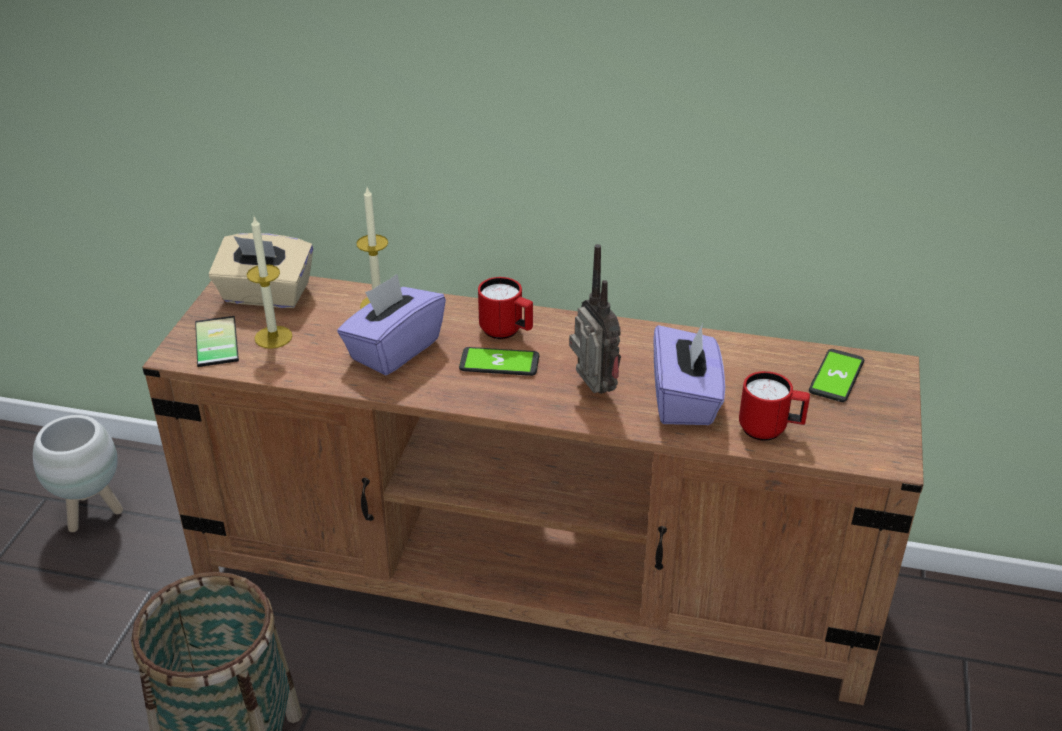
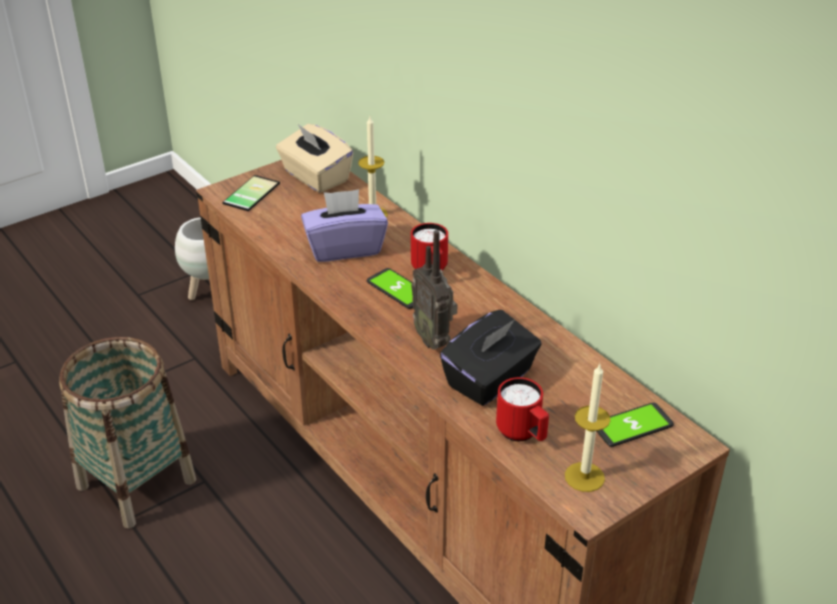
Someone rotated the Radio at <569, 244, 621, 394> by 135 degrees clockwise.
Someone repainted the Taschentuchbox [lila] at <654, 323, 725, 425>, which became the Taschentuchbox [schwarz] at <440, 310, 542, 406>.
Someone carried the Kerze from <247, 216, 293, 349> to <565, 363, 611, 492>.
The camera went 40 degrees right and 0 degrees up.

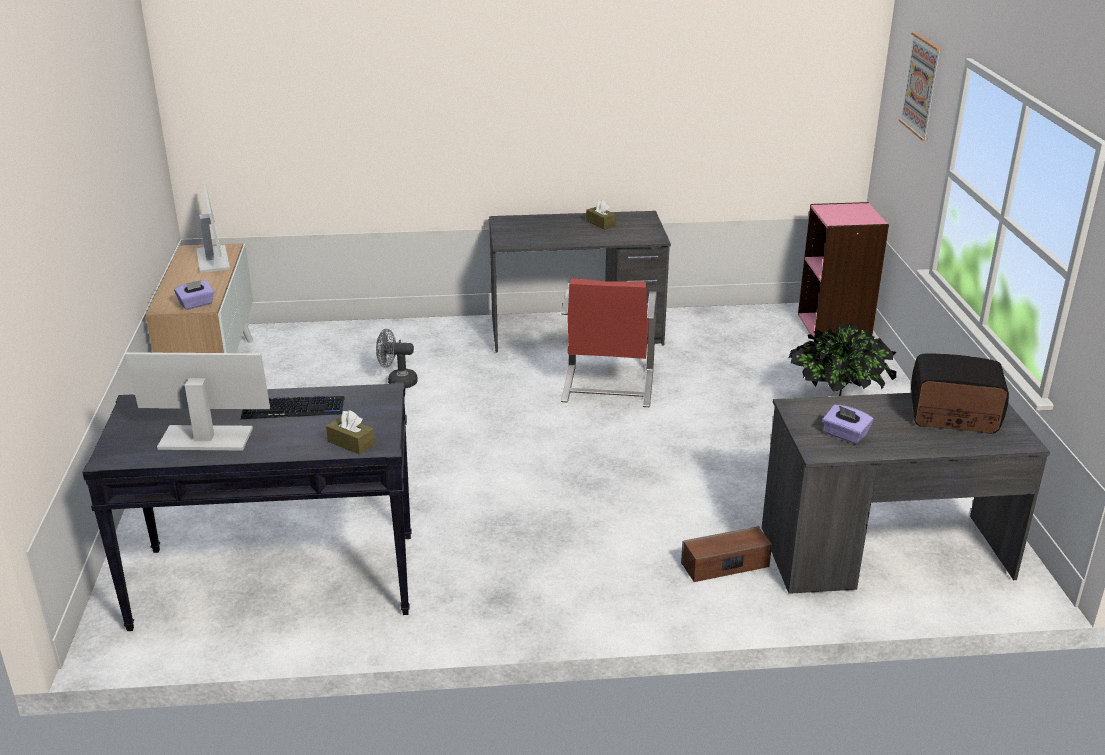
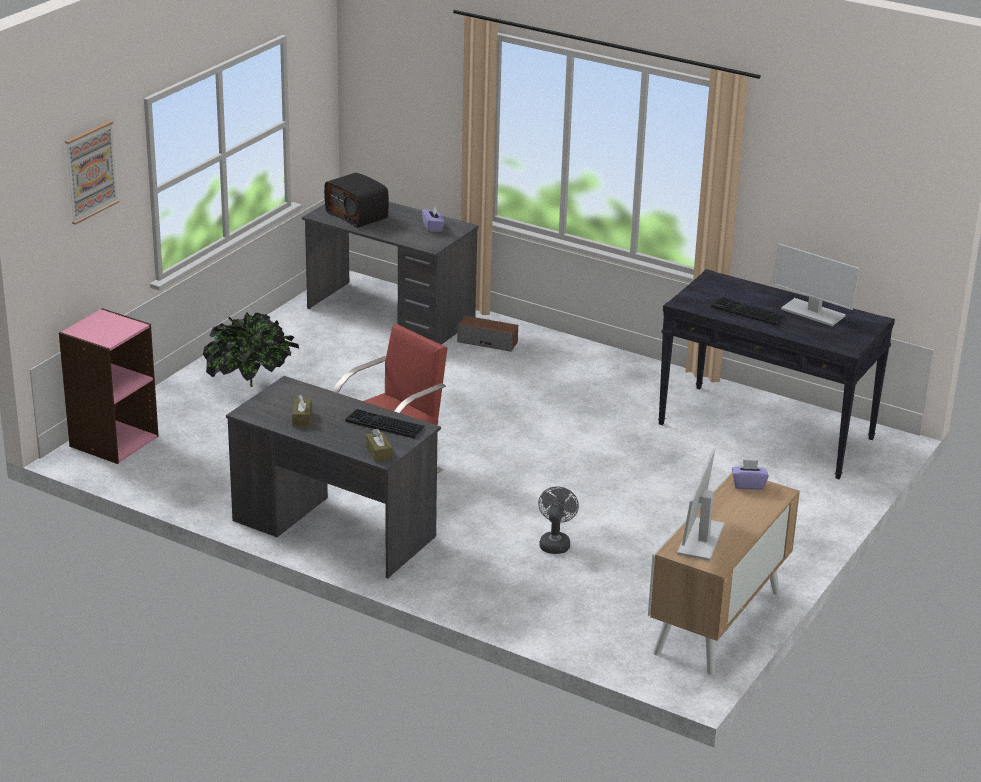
Someone put down the Tastatur at <345, 409, 425, 439>.
Someone carried the Taschentuchbox [braun] from <326, 410, 375, 455> to <366, 429, 393, 463>.
Someone rotated the Ventilator [grau] at <376, 329, 418, 388> by 120 degrees counterclockwise.
The camera went 145 degrees left and 0 degrees up.

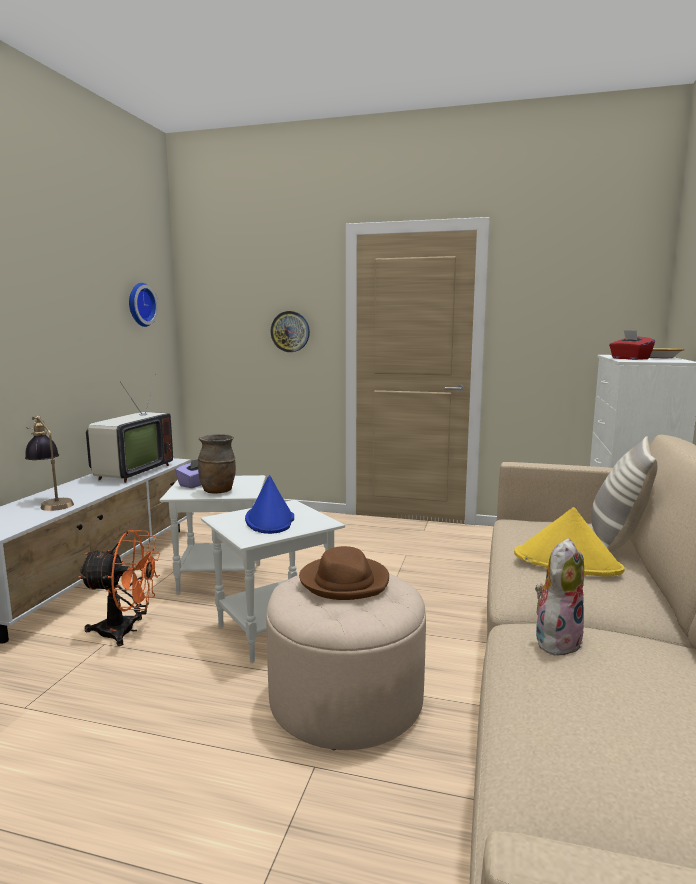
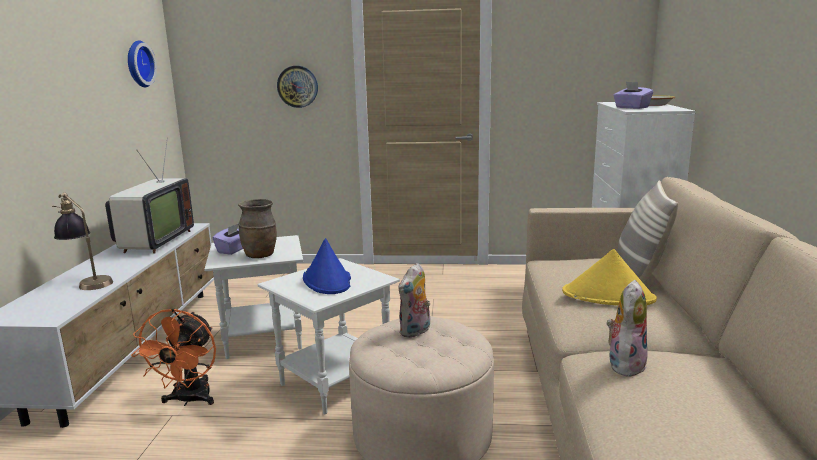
Someone rotated the Ventilator [orange] at <78, 530, 160, 646> by 105 degrees clockwise.
Someone swapped the Hut [braun] at <299, 546, 389, 600> for the Plüschtier at <399, 263, 430, 338>.
Someone repainted the Taschentuchbox [rot] at <609, 330, 655, 360>, which became the Taschentuchbox [lila] at <613, 82, 653, 109>.
The camera went 10 degrees left and 5 degrees up.

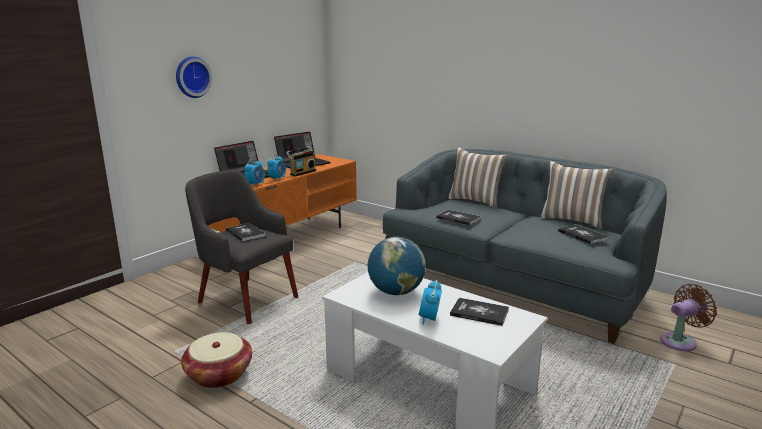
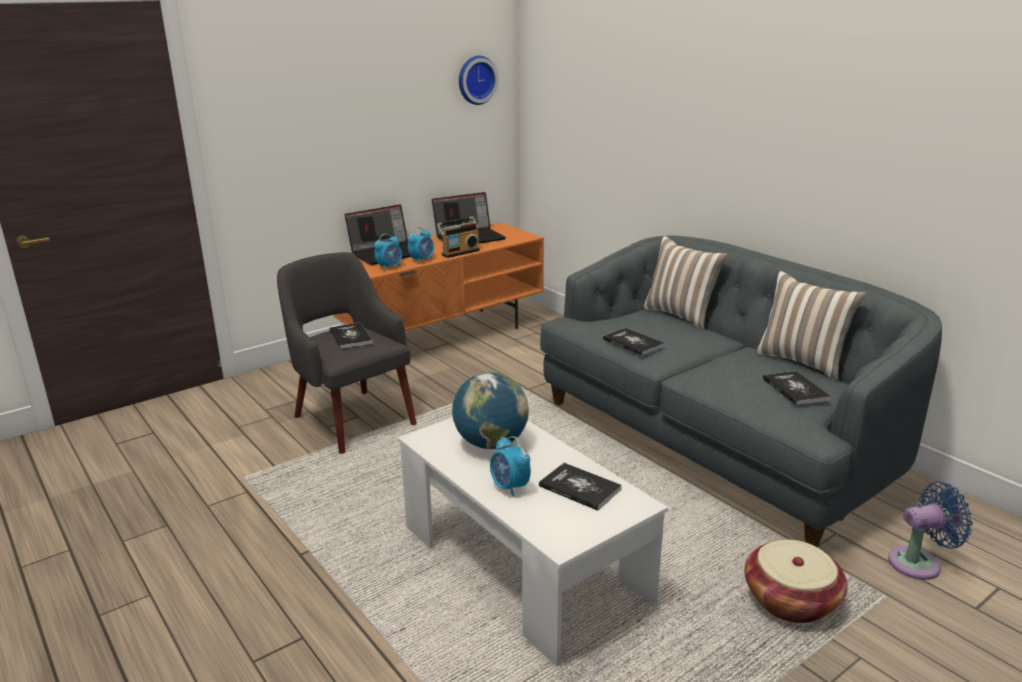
Someone carried the Wanduhr from <176, 56, 212, 98> to <459, 56, 498, 105>.
Someone rotated the Wecker at <419, 280, 442, 325> by 60 degrees counterclockwise.
Someone carried the Korb from <181, 332, 252, 388> to <745, 540, 848, 623>.
Someone repainted the Ventilator [braun] at <660, 284, 717, 351>, which became the Ventilator [blau] at <888, 482, 973, 580>.
The camera went 15 degrees right and 5 degrees up.

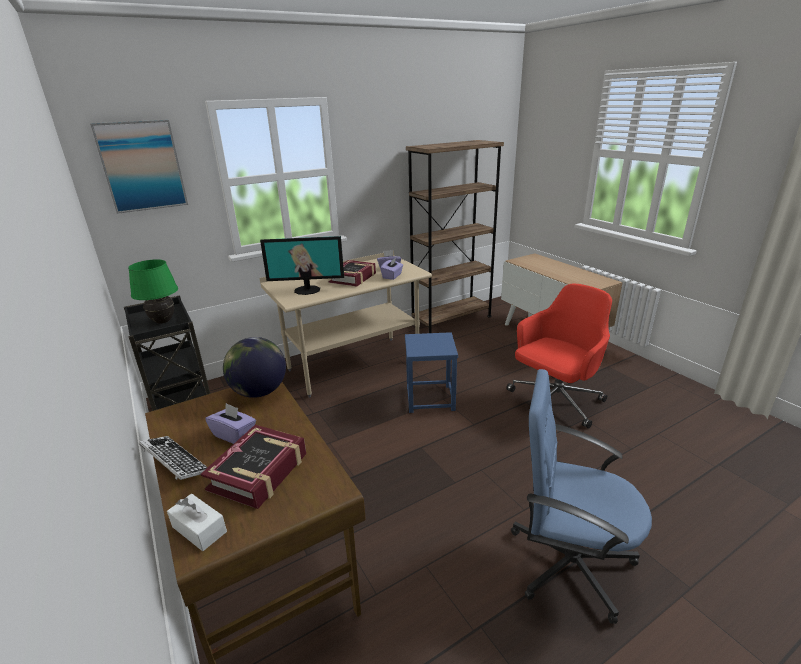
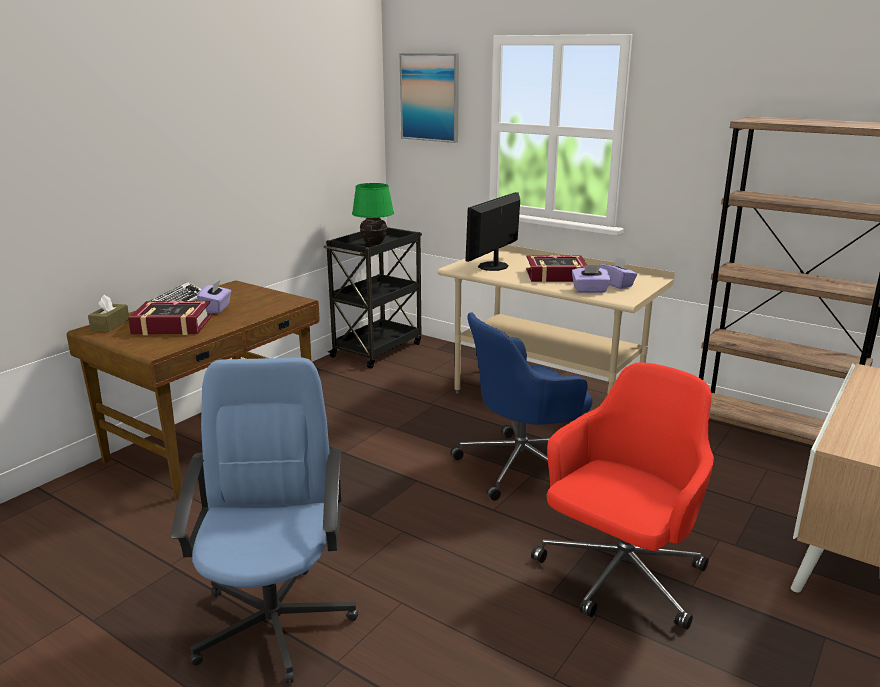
Someone repainted the Taschentuchbox [weiß] at <167, 494, 227, 551>, which became the Taschentuchbox [braun] at <88, 294, 129, 332>.
Someone swapped the Hocker [blau] at <405, 332, 458, 413> for the Bürostuhl [blau] at <450, 312, 593, 501>.
Someone rotated the Monitor at <260, 236, 344, 295> by 60 degrees clockwise.
Someone rotated the Bürostuhl [rot] at <506, 284, 612, 429> by 75 degrees counterclockwise.
Someone took away the Globus at <223, 337, 286, 398>.
The camera went 65 degrees right and 5 degrees down.

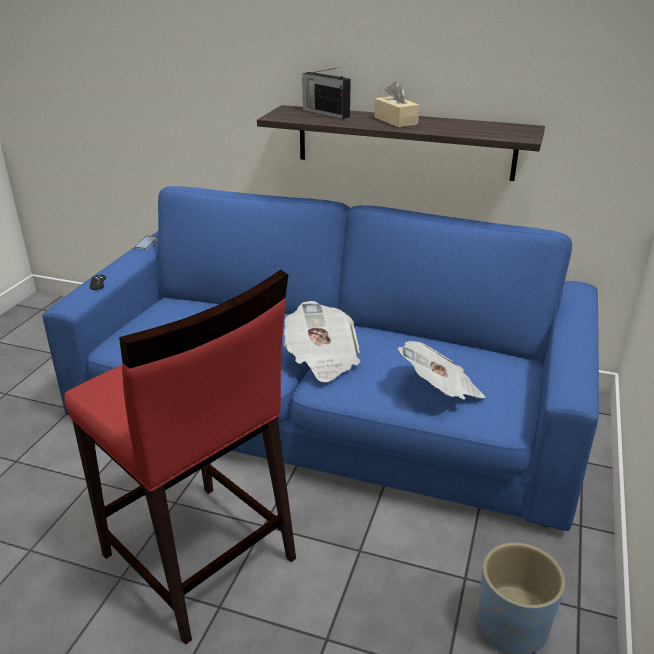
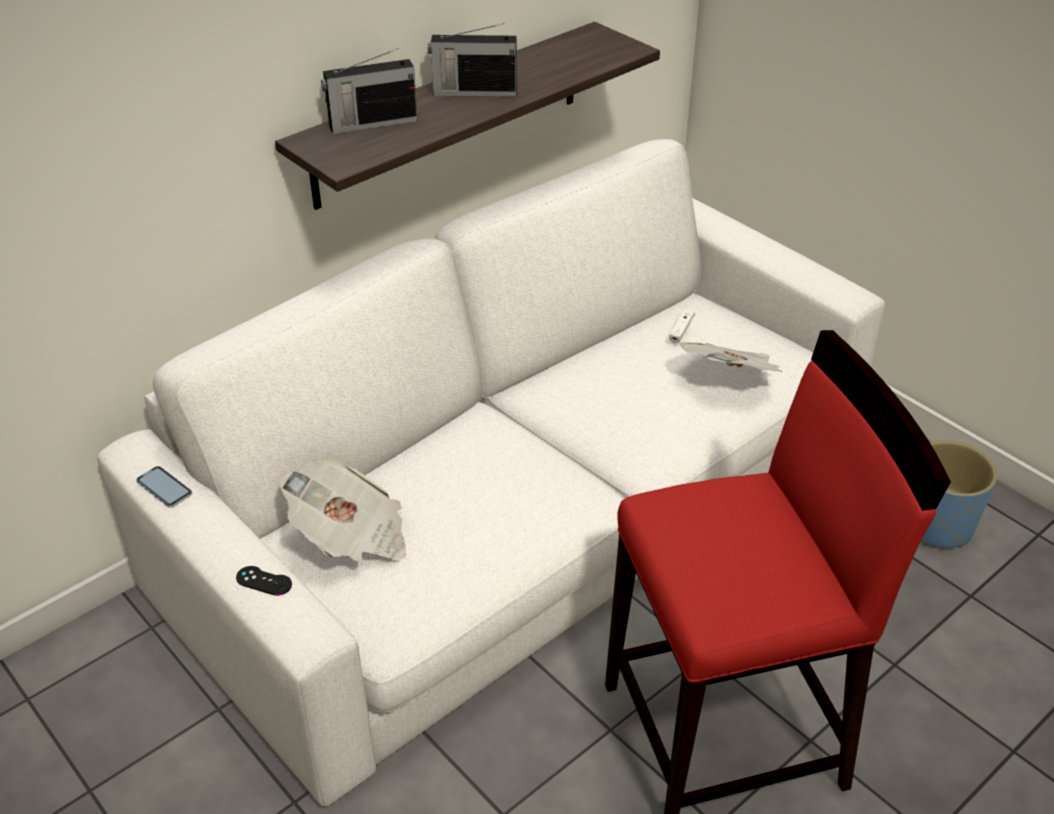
Someone repainted the Sofa [blau] at <42, 186, 599, 531>, which became the Sofa [weiß] at <97, 139, 885, 807>.
Someone carried the Zeitung from <284, 301, 360, 383> to <280, 459, 406, 562>.
Someone swapped the Taschentuchbox [beige] at <375, 82, 419, 128> for the Radio at <428, 23, 517, 97>.
Someone put down the Gamepad [weiß] at <669, 309, 695, 343>.
The camera went 60 degrees left and 10 degrees up.

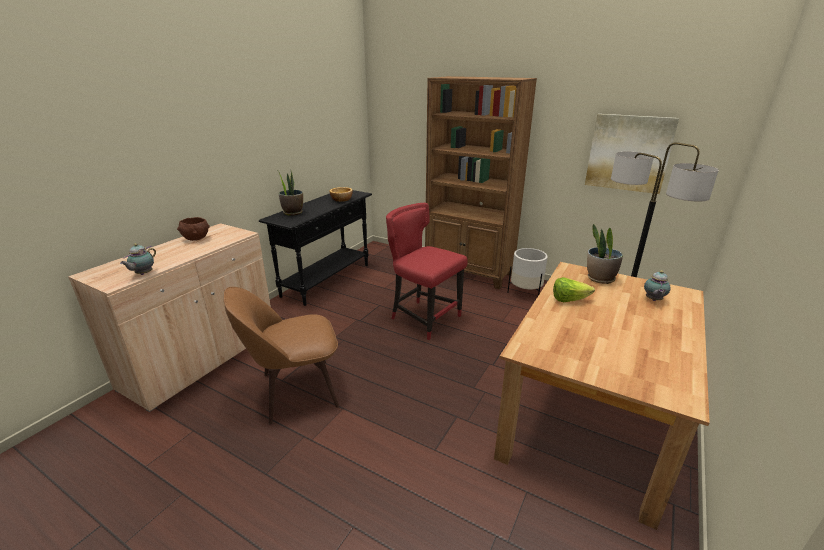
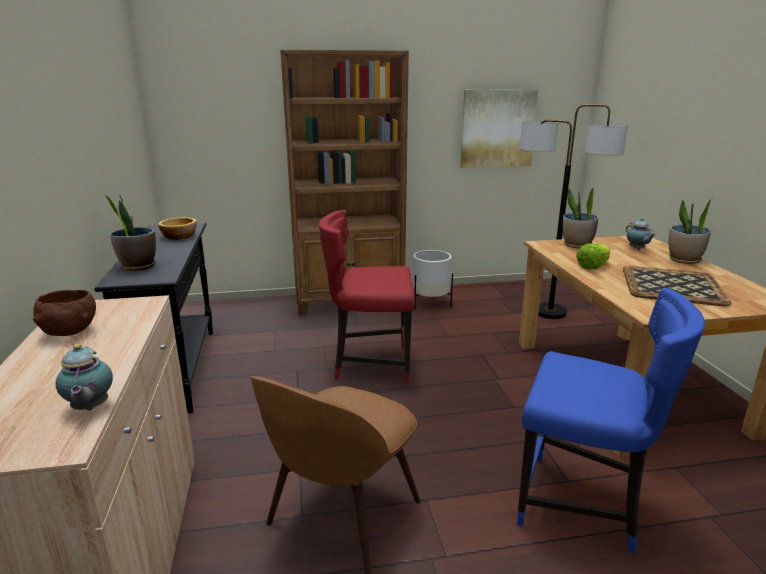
Someone put down the Stuhl [blau] at <517, 288, 705, 554>.
Someone put down the Tablett at <623, 266, 731, 306>.
Someone put down the Topfpflanze at <668, 197, 713, 264>.
The camera went 40 degrees left and 5 degrees down.

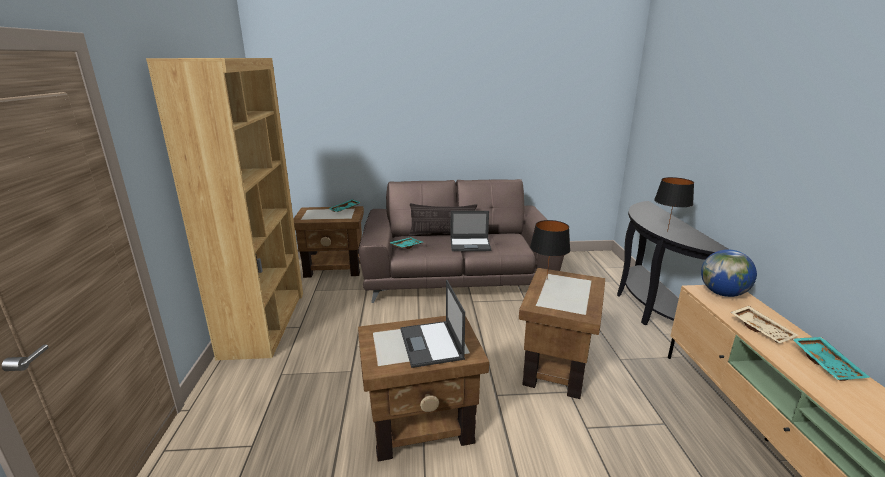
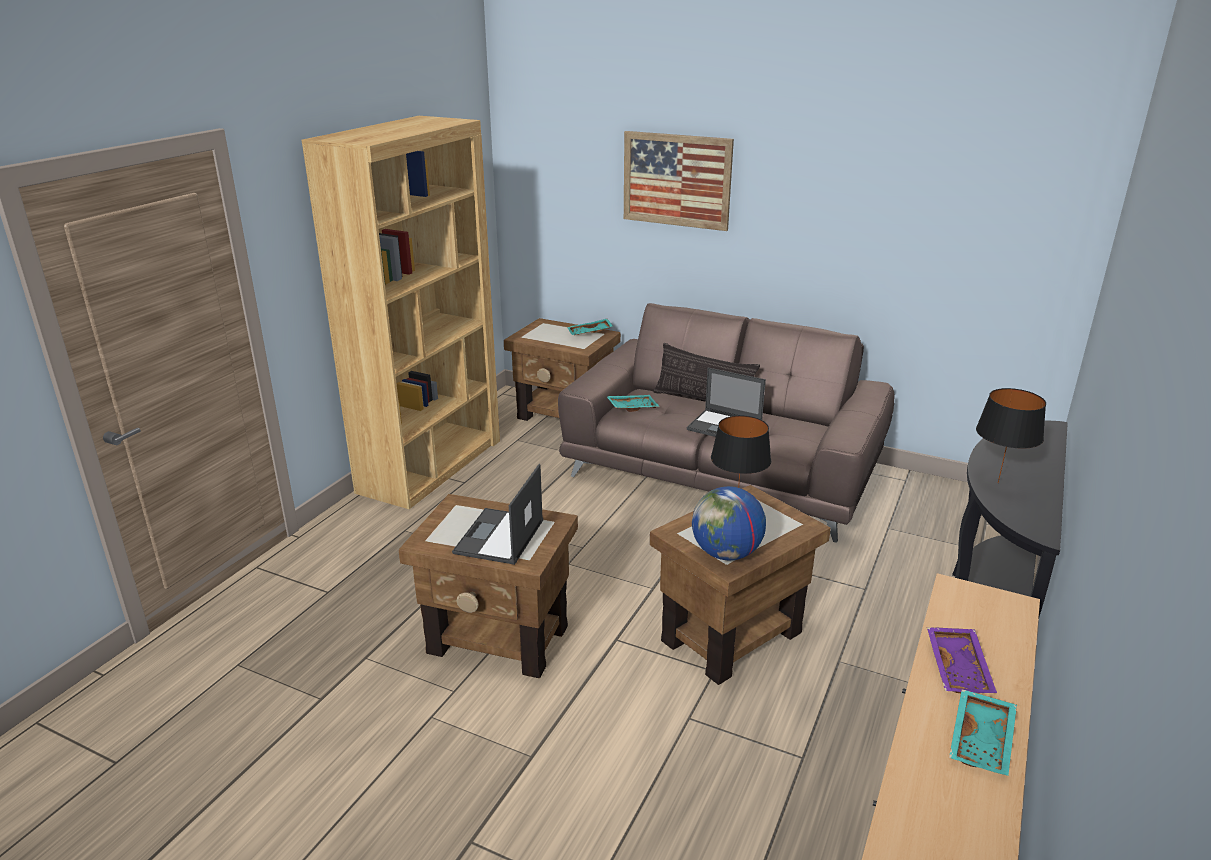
Someone put up the Bild at <624, 131, 734, 231>.
Someone carried the Globus from <701, 249, 757, 297> to <692, 486, 766, 560>.
Someone repainted the Tablett [beige] at <730, 306, 798, 344>, which became the Tablett [lila] at <927, 627, 997, 693>.
The camera went 30 degrees right and 5 degrees up.

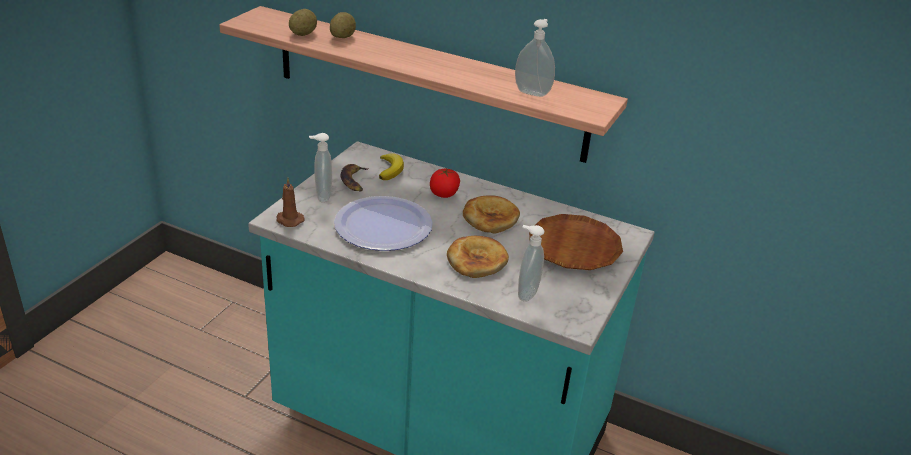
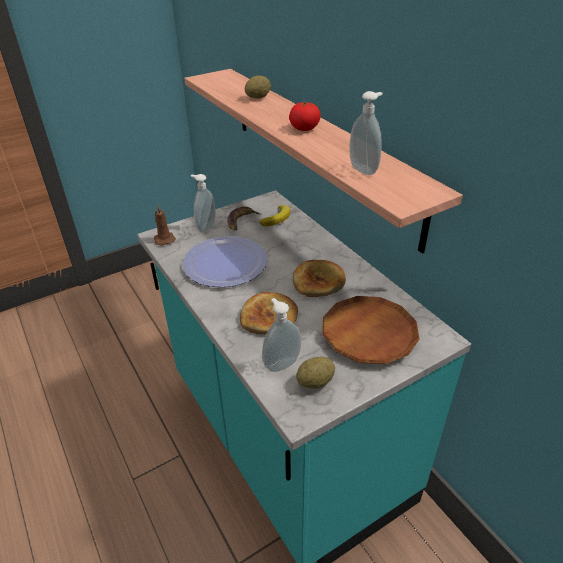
Someone carried the Tomate from <430, 168, 460, 198> to <289, 101, 321, 131>.
Someone carried the Kartoffel from <289, 9, 317, 36> to <296, 357, 335, 389>.
The camera went 35 degrees right and 5 degrees up.

